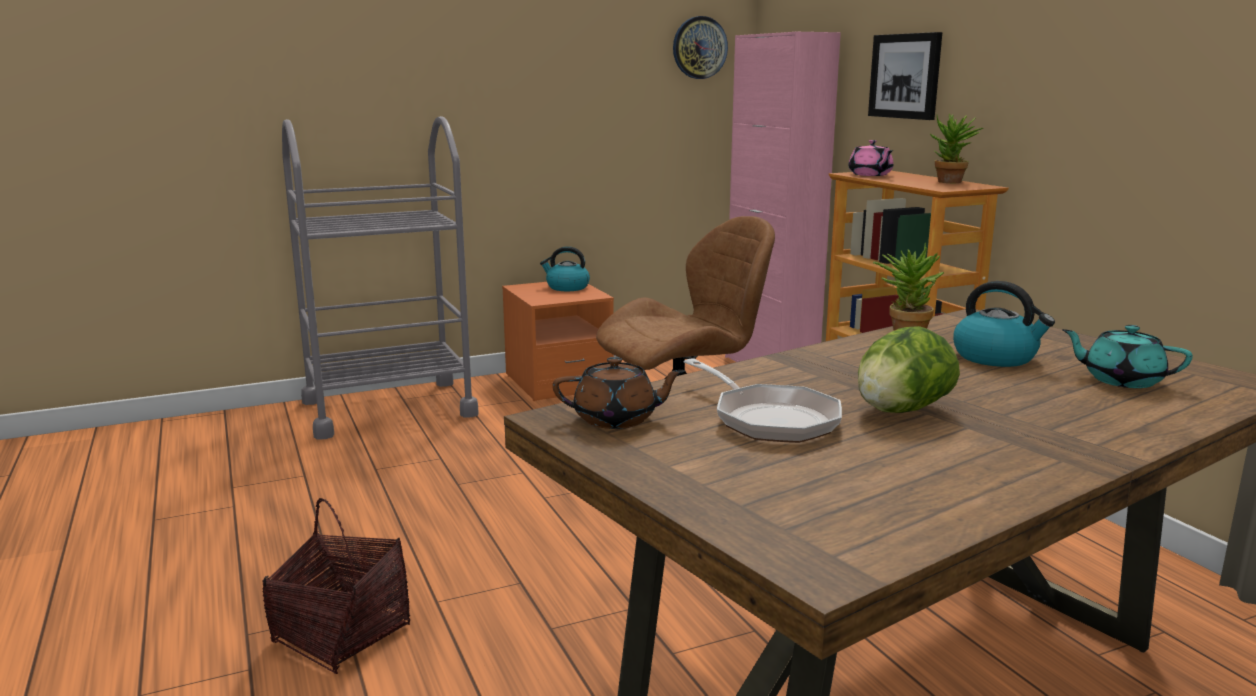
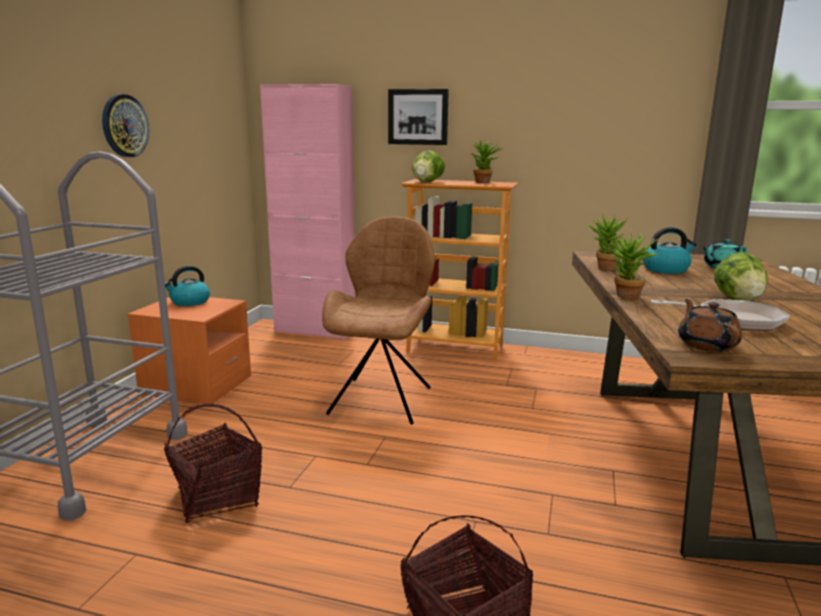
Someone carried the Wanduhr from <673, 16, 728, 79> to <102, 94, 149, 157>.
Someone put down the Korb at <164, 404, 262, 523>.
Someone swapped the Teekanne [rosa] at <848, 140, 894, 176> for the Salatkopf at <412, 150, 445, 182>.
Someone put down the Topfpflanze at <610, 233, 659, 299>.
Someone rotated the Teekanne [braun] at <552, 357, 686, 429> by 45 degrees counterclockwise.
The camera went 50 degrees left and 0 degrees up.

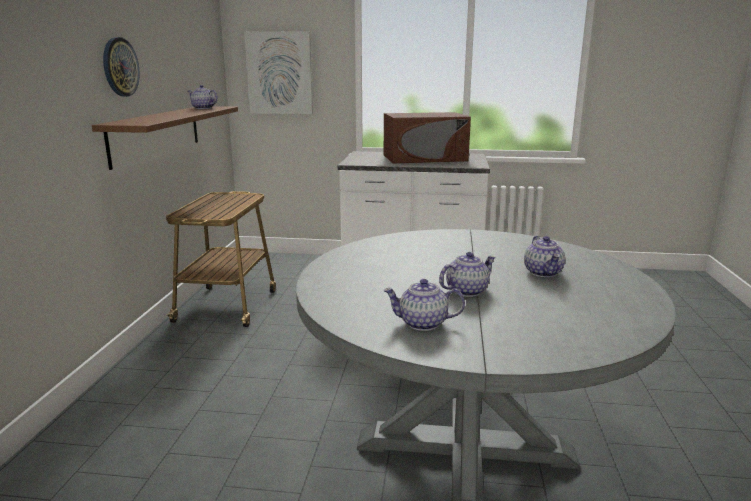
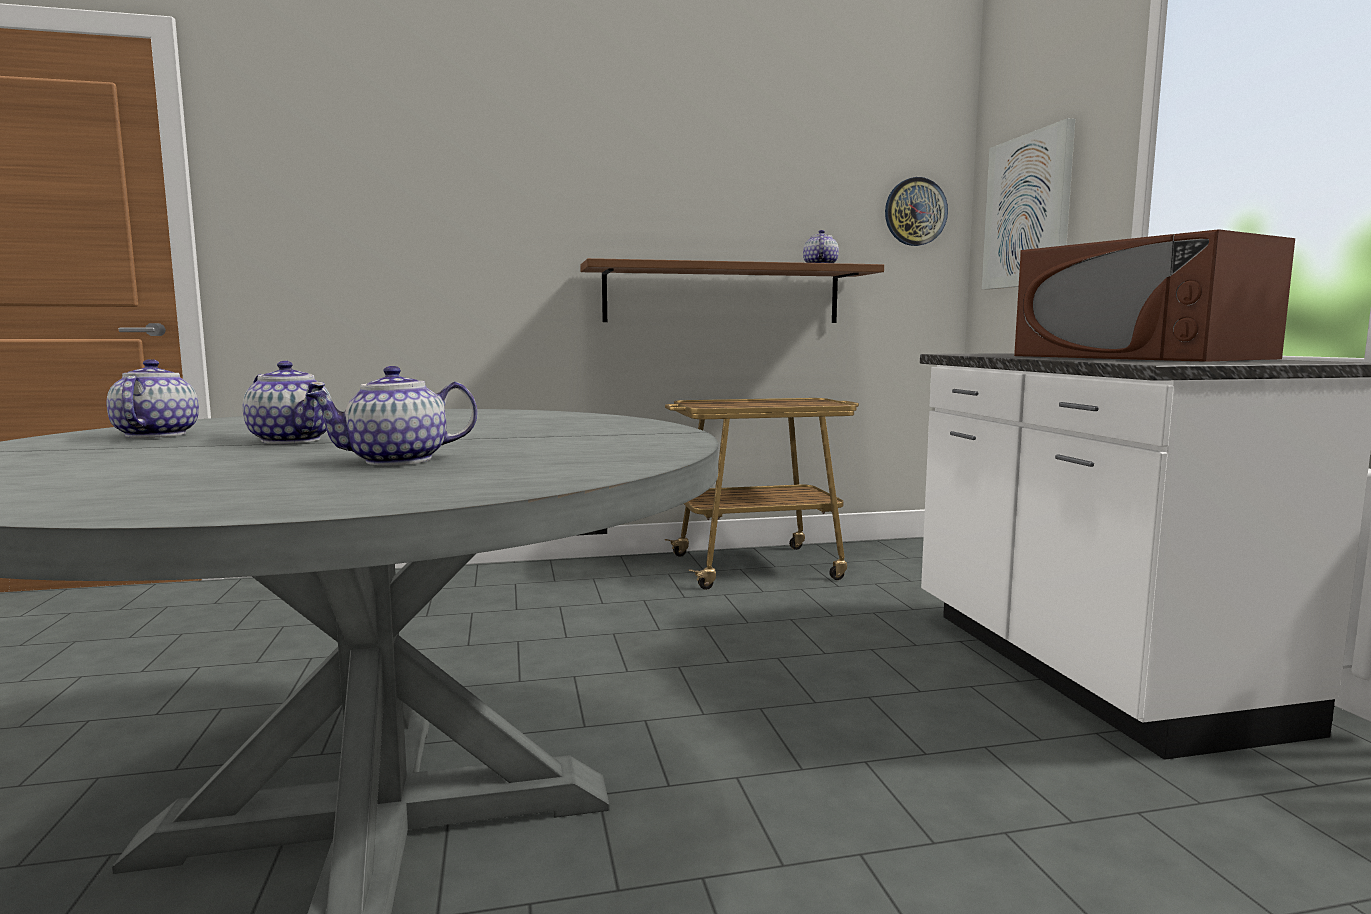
Someone carried the Wanduhr from <103, 37, 140, 97> to <885, 177, 948, 246>.
The camera went 70 degrees right and 10 degrees down.

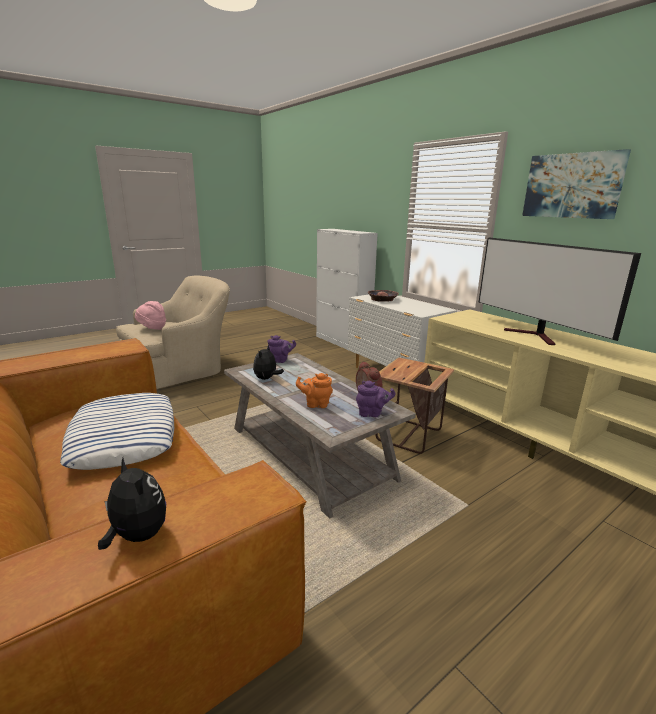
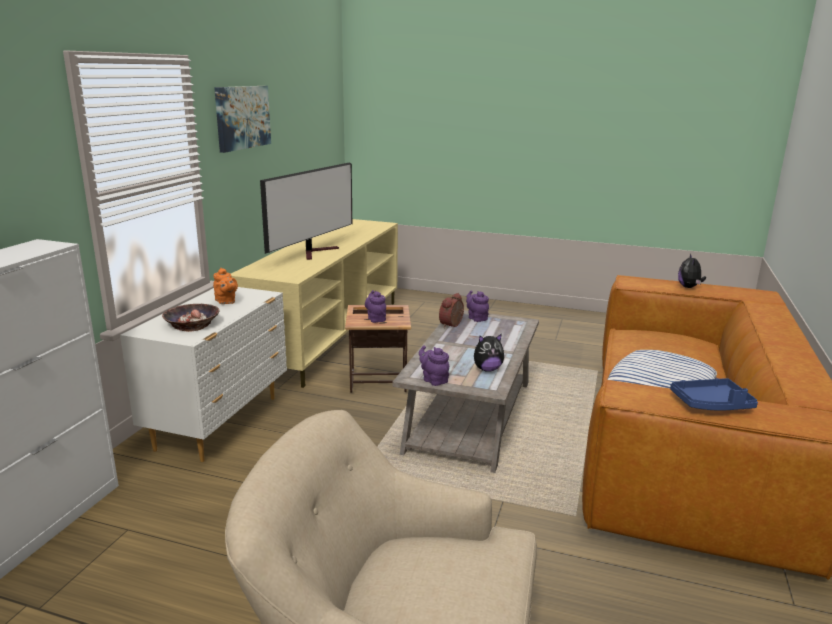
Someone carried the Teekanne [orange] from <296, 373, 333, 408> to <213, 268, 238, 304>.
Someone put down the Teekanne [lila] at <365, 290, 386, 323>.
Someone put down the Tablett [blau] at <670, 378, 758, 411>.
Someone took away the Hut [rosa] at <135, 301, 166, 330>.
The camera went 125 degrees left and 0 degrees up.

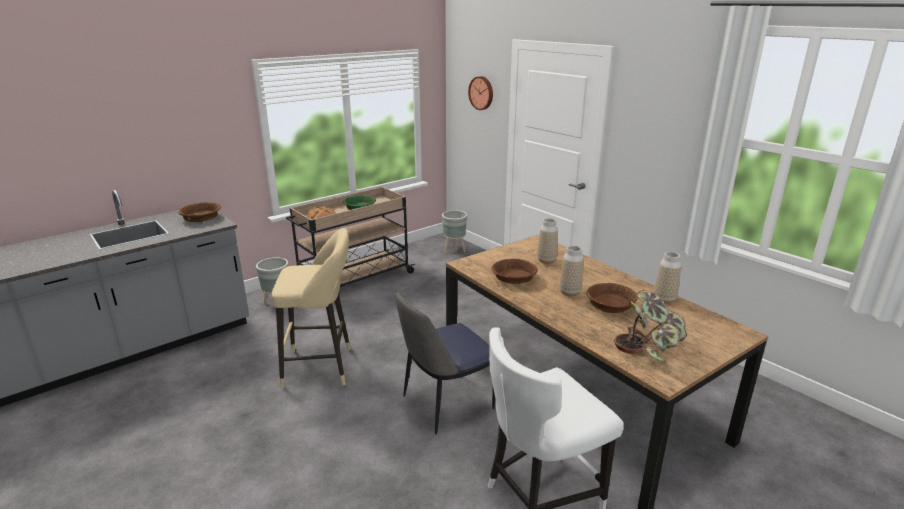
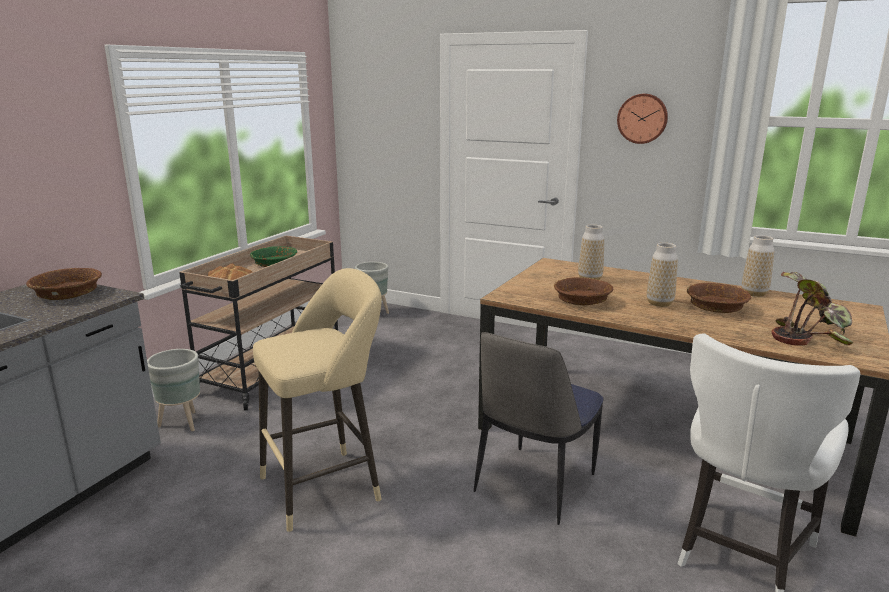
Someone carried the Wanduhr from <468, 76, 493, 110> to <617, 94, 668, 144>.
The camera went 25 degrees left and 5 degrees down.

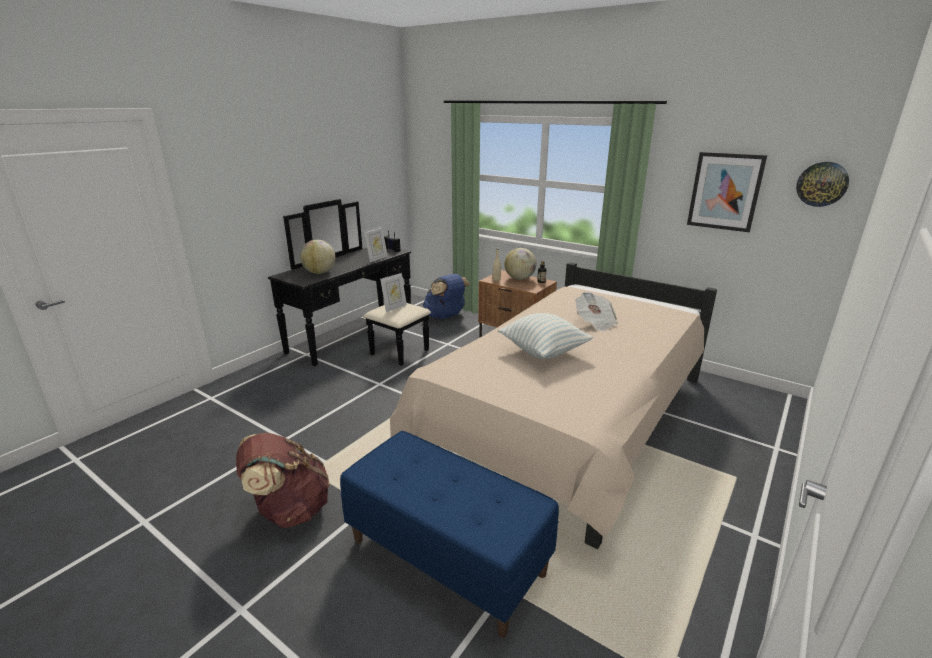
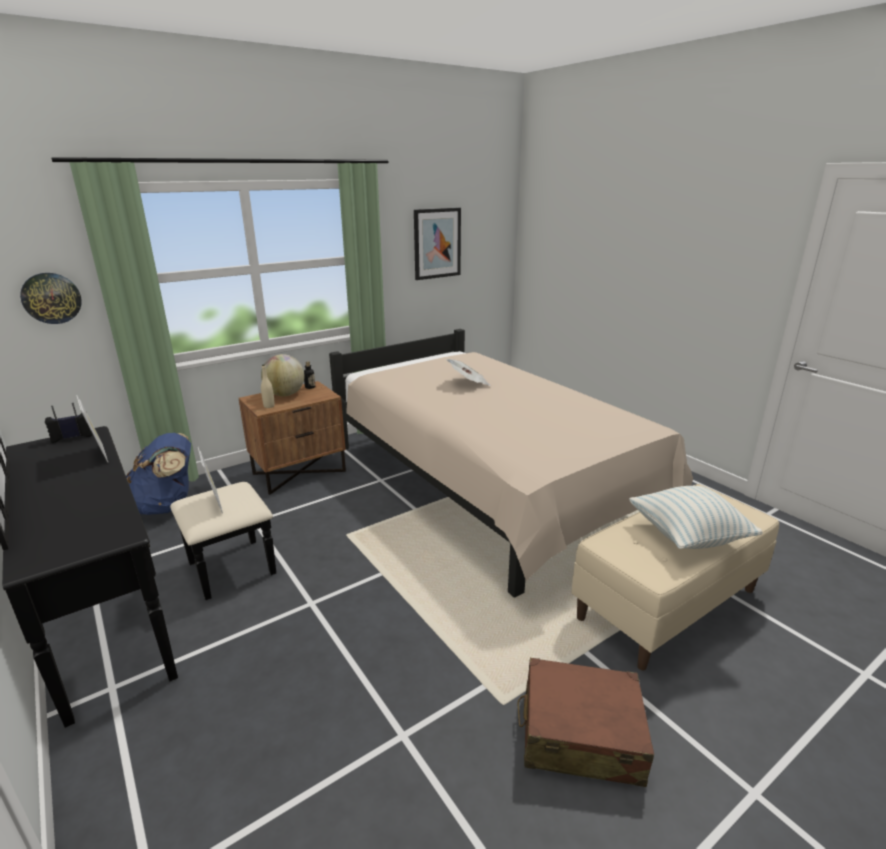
Someone carried the Wanduhr from <796, 162, 849, 207> to <20, 273, 82, 324>.
Someone swapped the Rucksack [braun] at <236, 433, 330, 528> for the Koffer [braun] at <517, 657, 654, 787>.
Someone repainted the Bank [blau] at <340, 431, 559, 638>, which became the Bank [beige] at <571, 484, 779, 670>.
Someone carried the Kissen from <498, 313, 593, 359> to <629, 486, 762, 549>.
Someone took away the Globus at <300, 240, 335, 274>.
The camera went 70 degrees left and 0 degrees up.

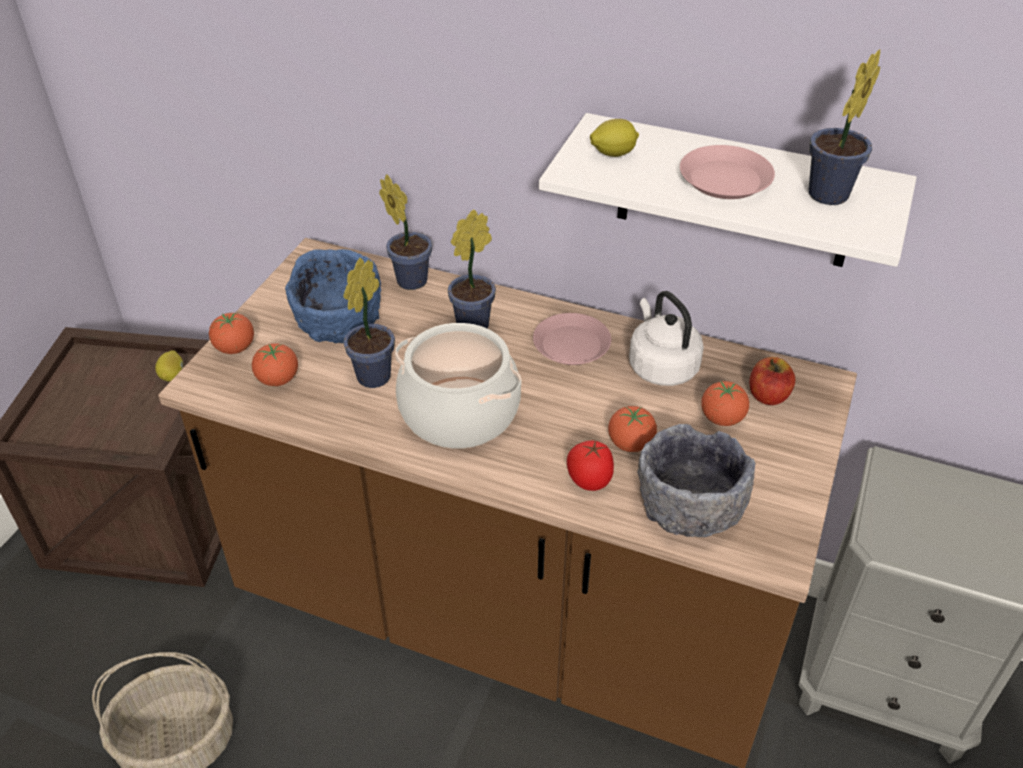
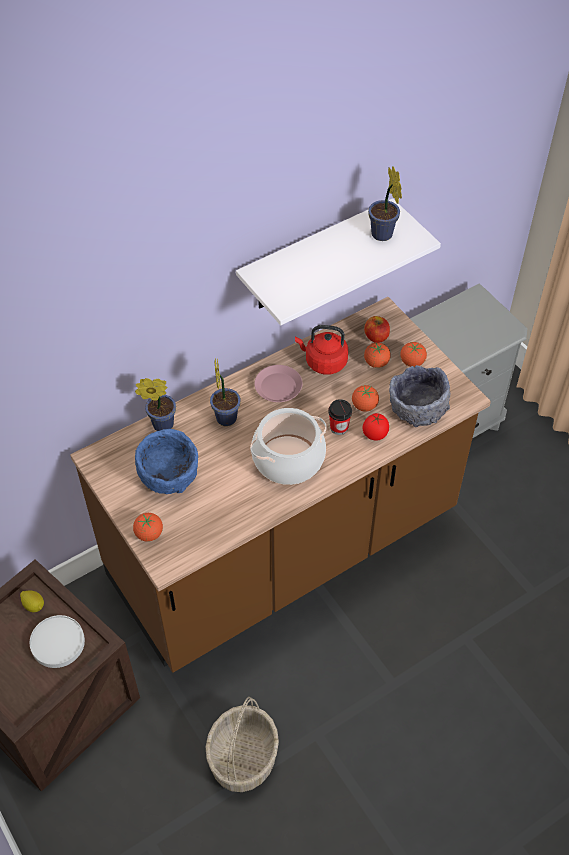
Someone put down the Teller [weiß] at <30, 615, 85, 668>.
Someone repainted the Wasserkessel [weiß] at <629, 291, 704, 386>, which became the Wasserkessel [rot] at <295, 325, 348, 375>.
Someone put down the Tasse at <328, 399, 352, 435>.
Someone carried the Tomate from <252, 343, 298, 386> to <400, 342, 427, 367>.
Someone took away the Topfpflanze at <343, 258, 395, 388>.
Someone took away the Zitrone at <590, 119, 639, 157>.
Someone took away the Teller [rosa] at <680, 145, 775, 199>.
The camera went 55 degrees left and 10 degrees up.

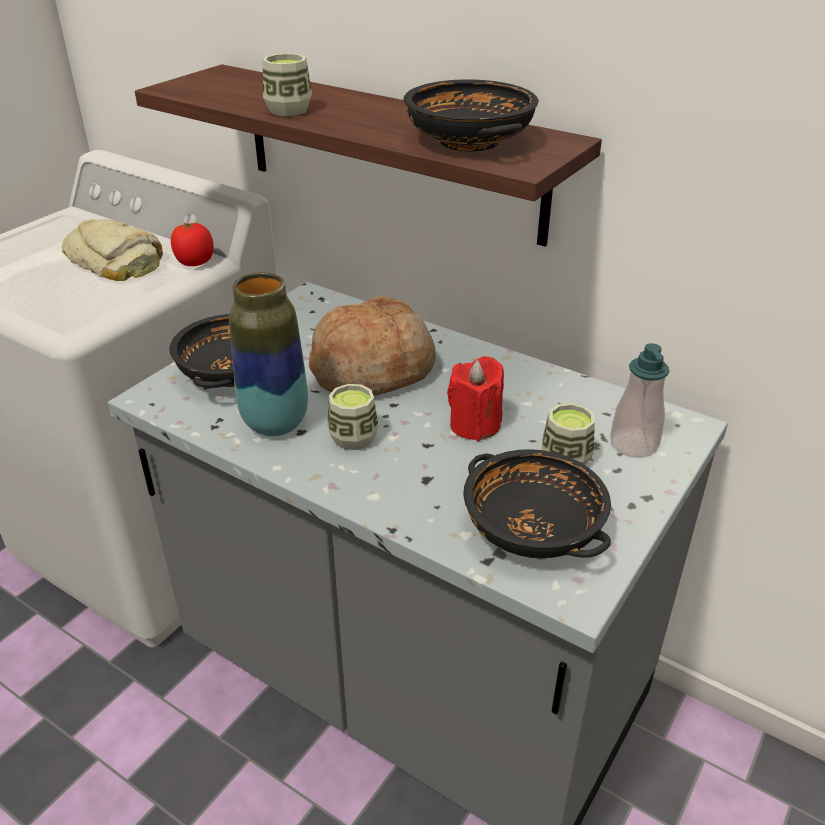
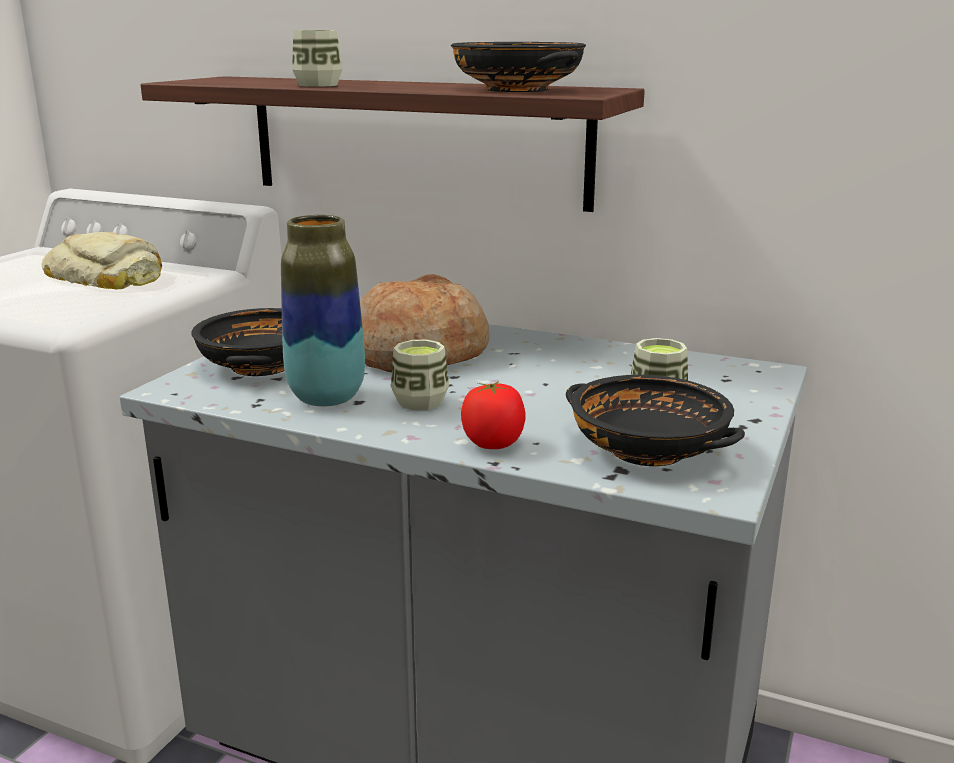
Someone carried the Tomate from <171, 222, 214, 266> to <461, 381, 526, 449>.
Someone took away the Kerze [rot] at <447, 356, 504, 441>.
Someone took away the Seifenspender at <610, 343, 669, 458>.
The camera went 10 degrees left and 15 degrees down.

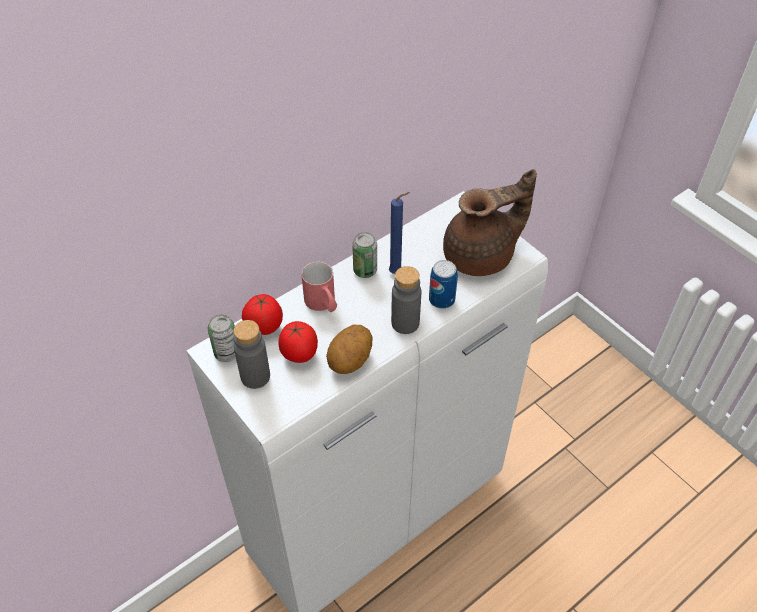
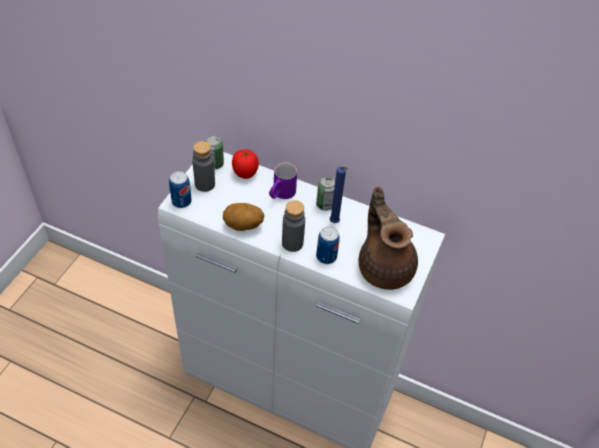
Someone put down the Dose at <169, 171, 192, 208>.
Someone repainted the Henkelbecher [rot] at <301, 261, 337, 312>, which became the Henkelbecher [lila] at <269, 163, 297, 199>.
Someone rotated the Teekanne [braun] at <443, 169, 537, 276> by 150 degrees counterclockwise.
Someone took away the Tomate at <278, 321, 318, 363>.
The camera went 60 degrees right and 0 degrees up.

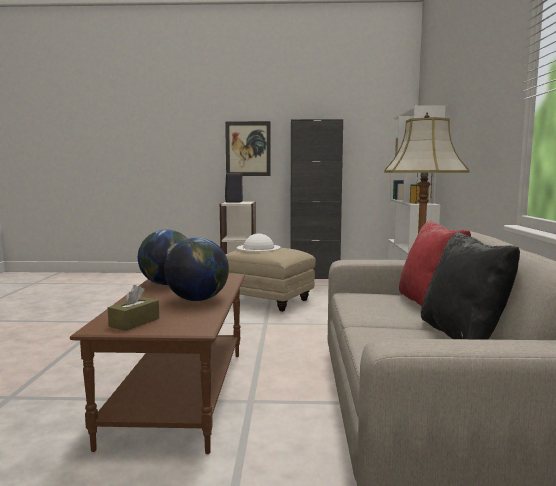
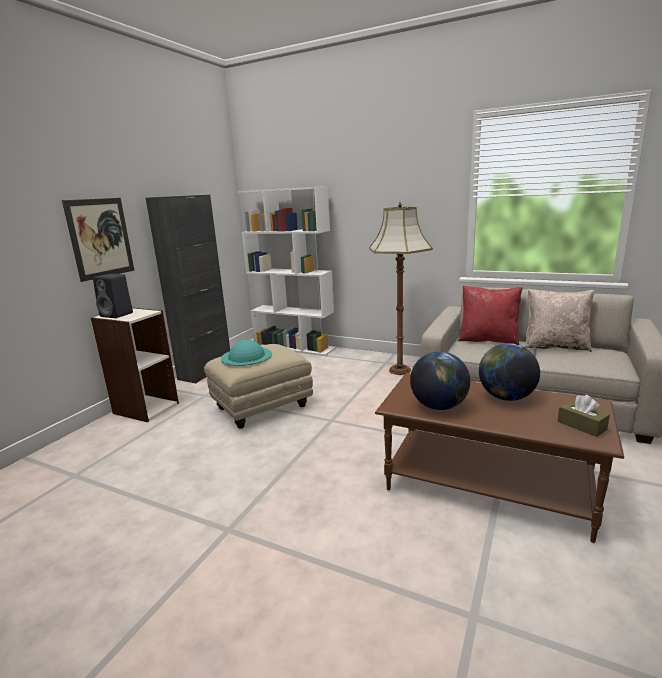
Someone repainted the Hut [weiß] at <237, 234, 281, 252>, which became the Hut [türkis] at <221, 340, 272, 366>.
Someone repainted the Kissen [schwarz] at <421, 231, 520, 340>, which became the Kissen [beige] at <524, 289, 594, 352>.
The camera went 65 degrees left and 10 degrees up.

